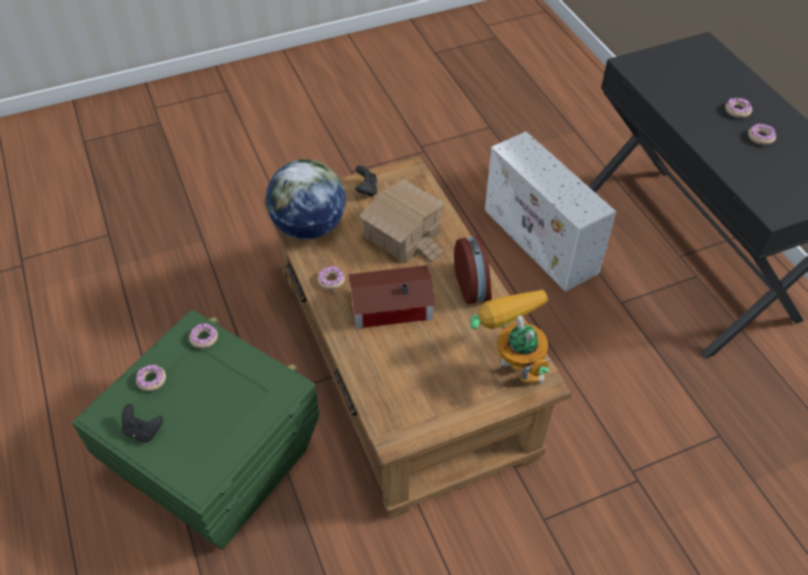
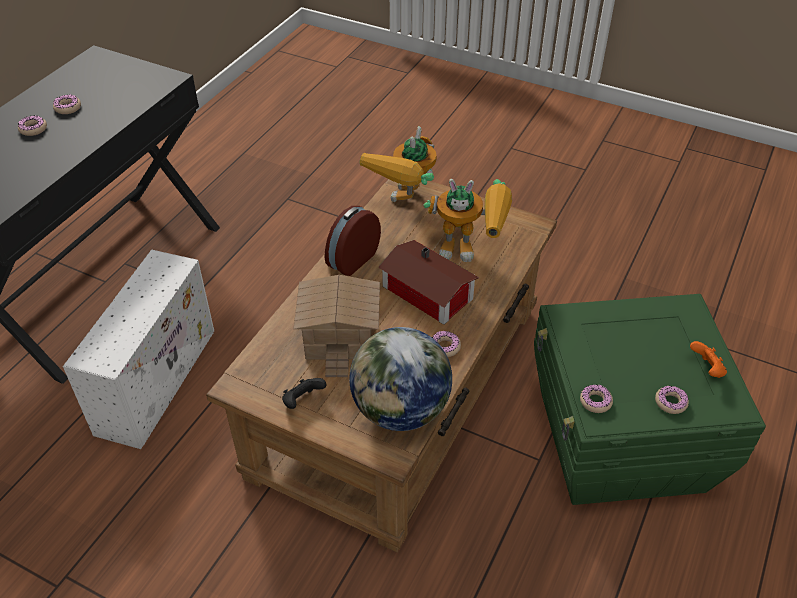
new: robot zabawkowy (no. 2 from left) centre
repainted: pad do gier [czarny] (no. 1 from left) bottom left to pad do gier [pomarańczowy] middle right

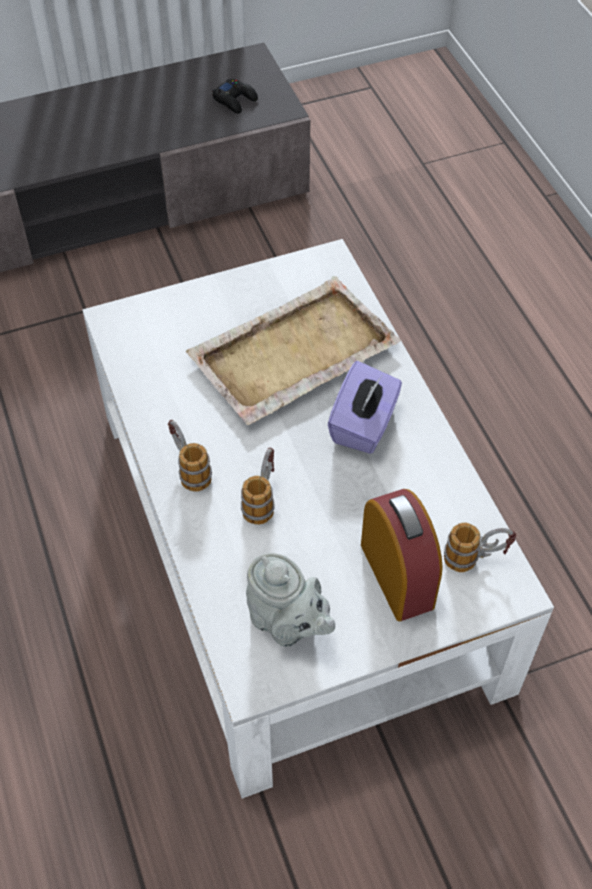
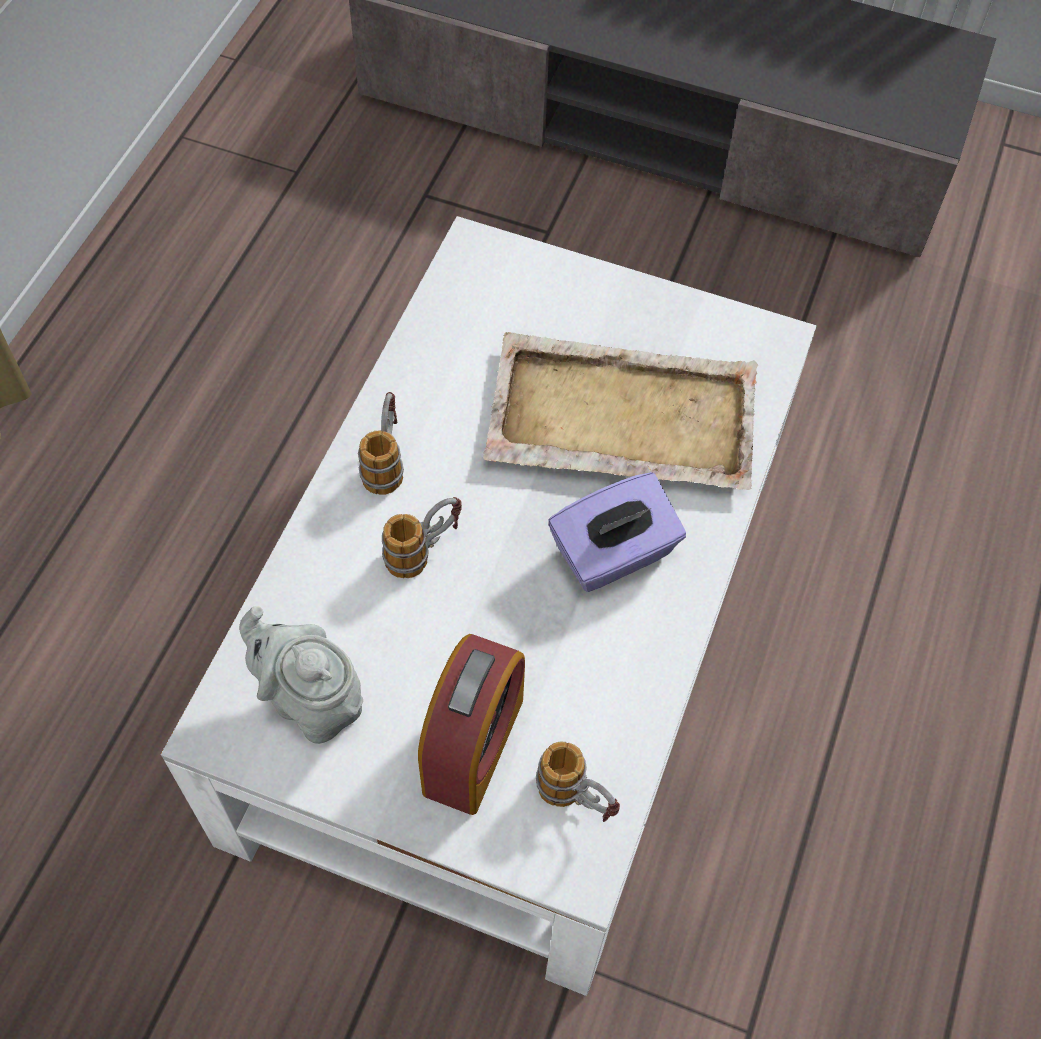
gone: pad do gier [czarny] top centre
rotated: imbryk [szary] bottom centre = middle left 135 degrees clockwise

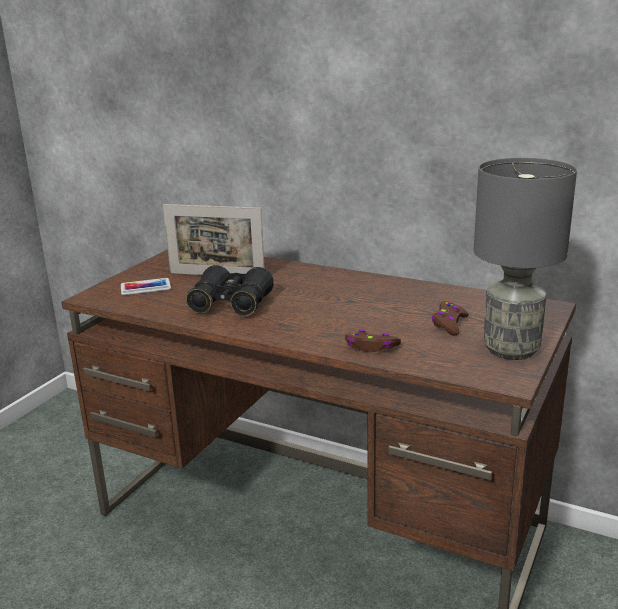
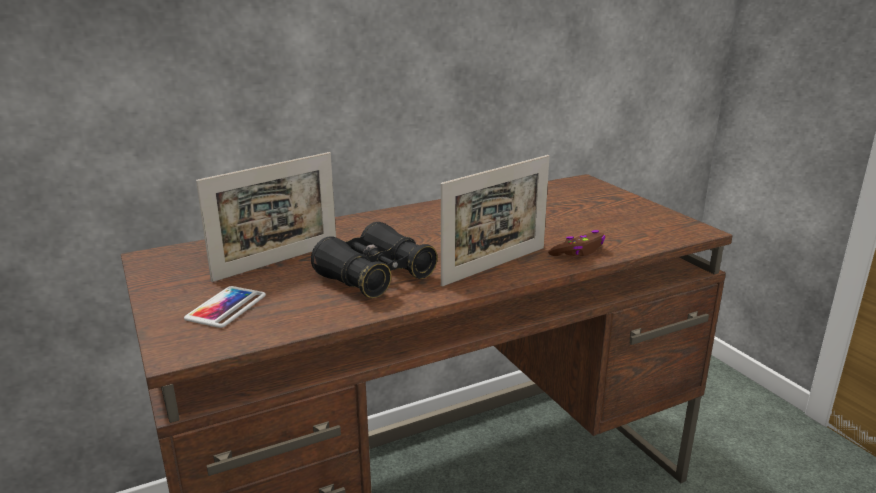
gone: pad do gier [brązowy] (no. 2 from left) middle right; lampa stołowa [szary] middle right
new: ramka na zdjęcie (no. 2 from left) centre

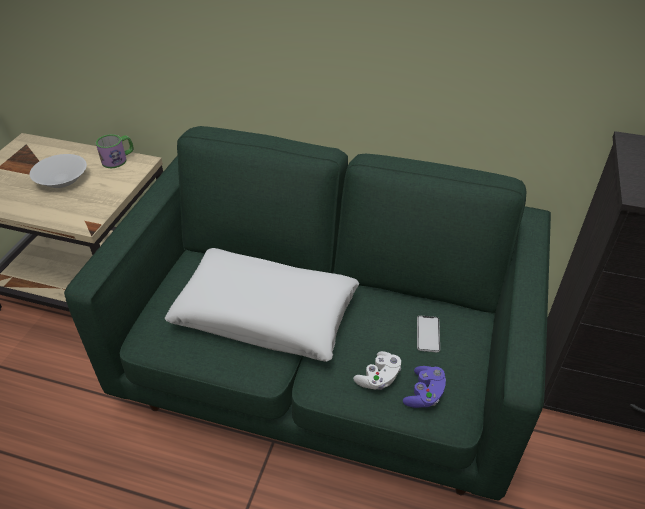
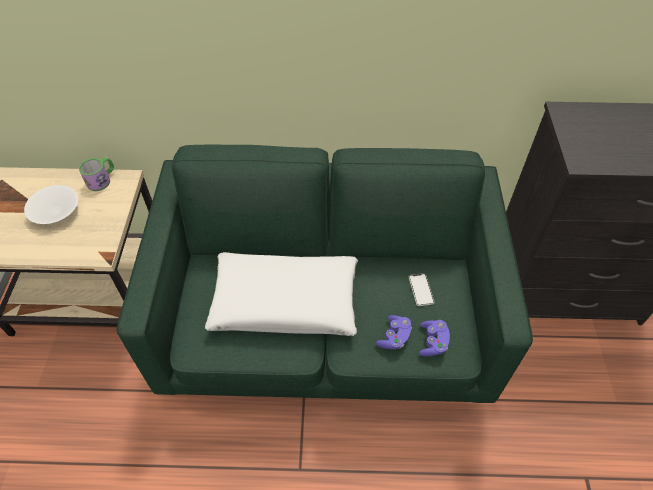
repainted: pad do gier [biały] bottom centre to pad do gier [fioletowy] (no. 1 from left) bottom centre

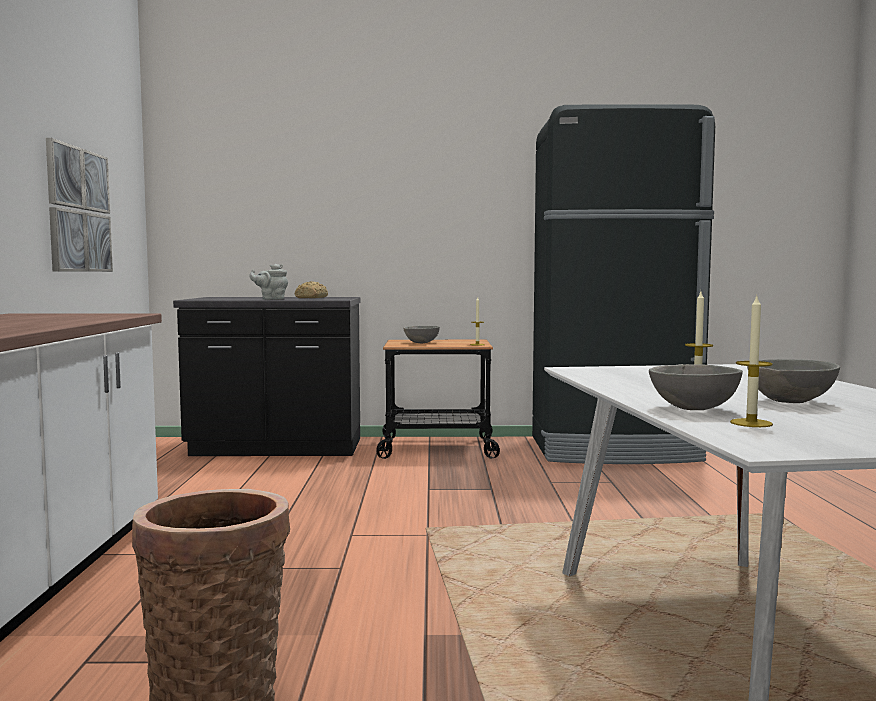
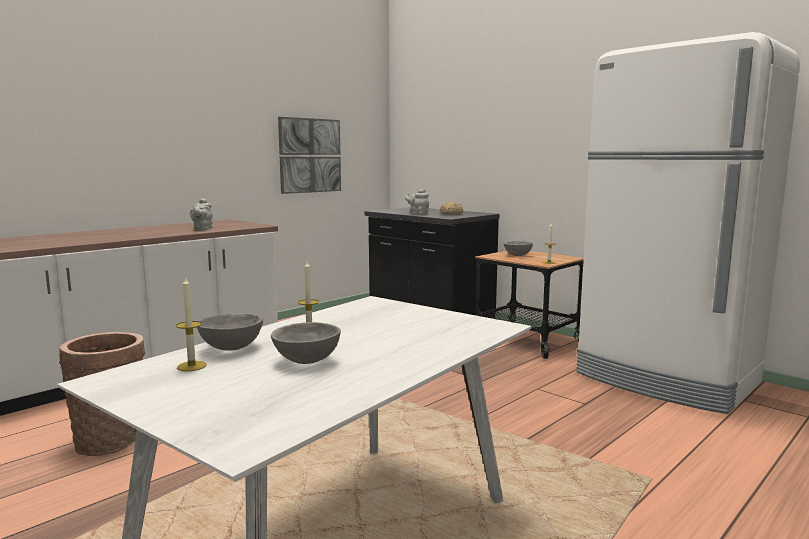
new: imbryk [szary] (no. 1 from left) middle left
repainted: lodówka [czarny] middle right to lodówka [biały] middle right

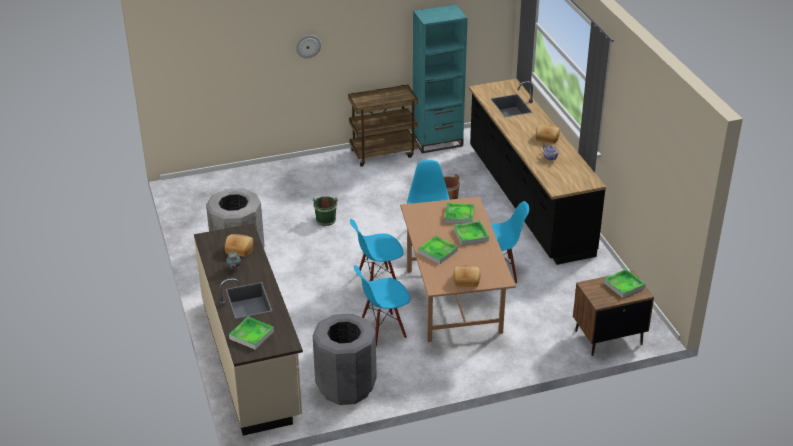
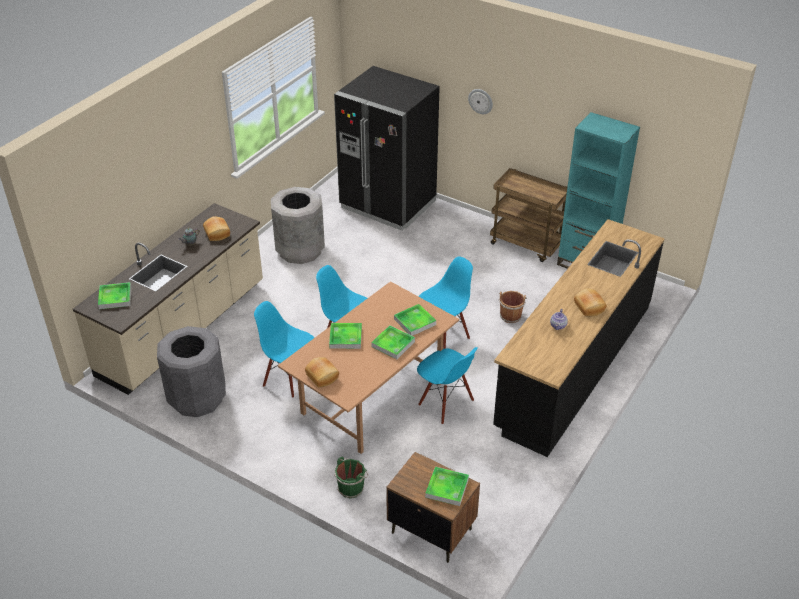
new: lodówka [czarny] top centre
shifted: wiadro [zielony] centre to bottom centre

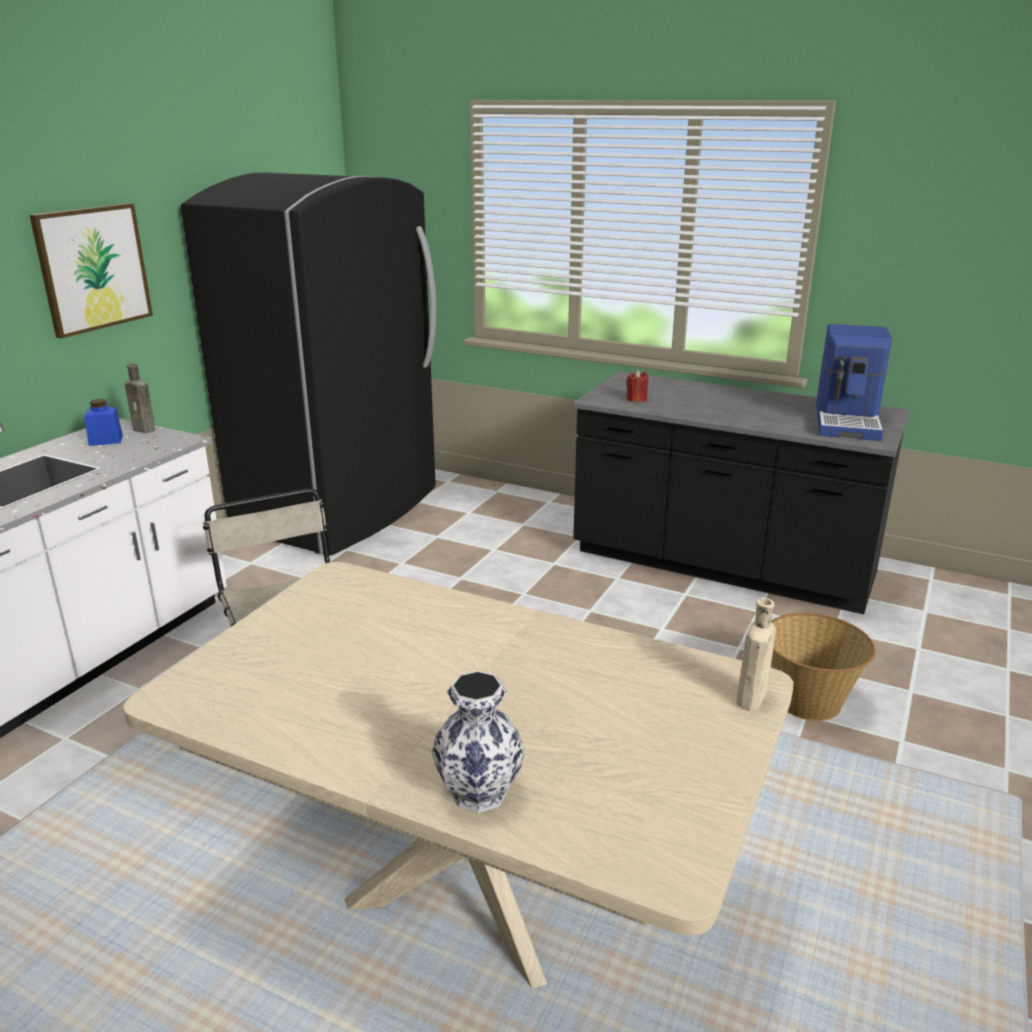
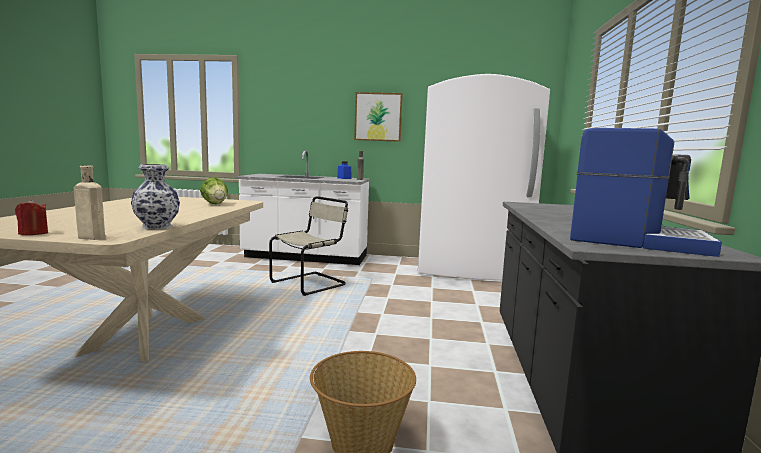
new: sałata middle left
shifted: wazon bottom centre to middle left; świeca [czerwony] centre to middle left
repainted: lodówka [czarny] middle left to lodówka [biały] centre
rotated: ekspres do kawy middle right = middle right 150 degrees counterclockwise

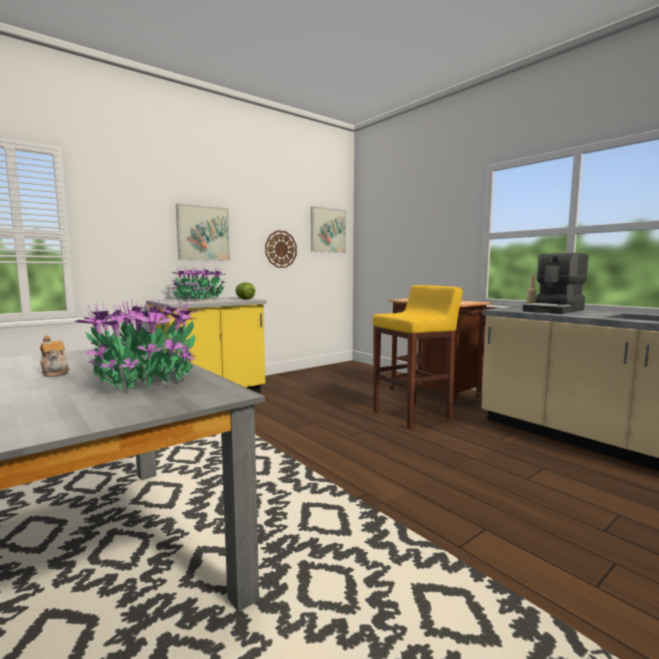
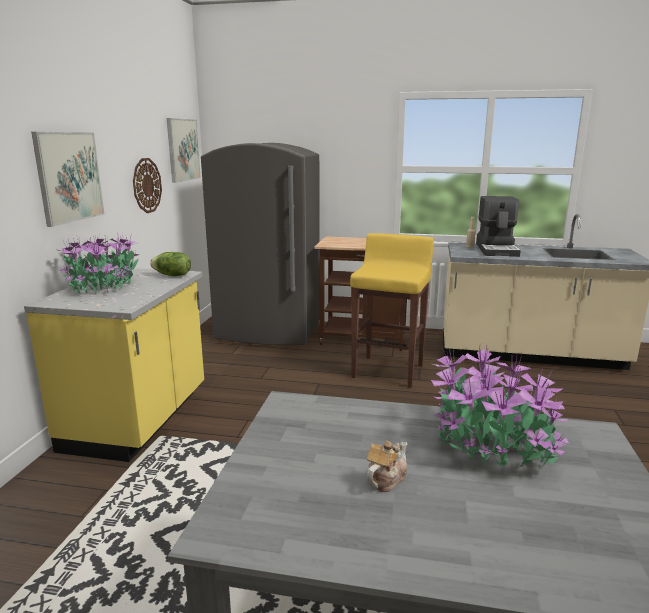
new: lodówka [szary] centre
rotated: imbryk middle left = bottom centre 60 degrees counterclockwise

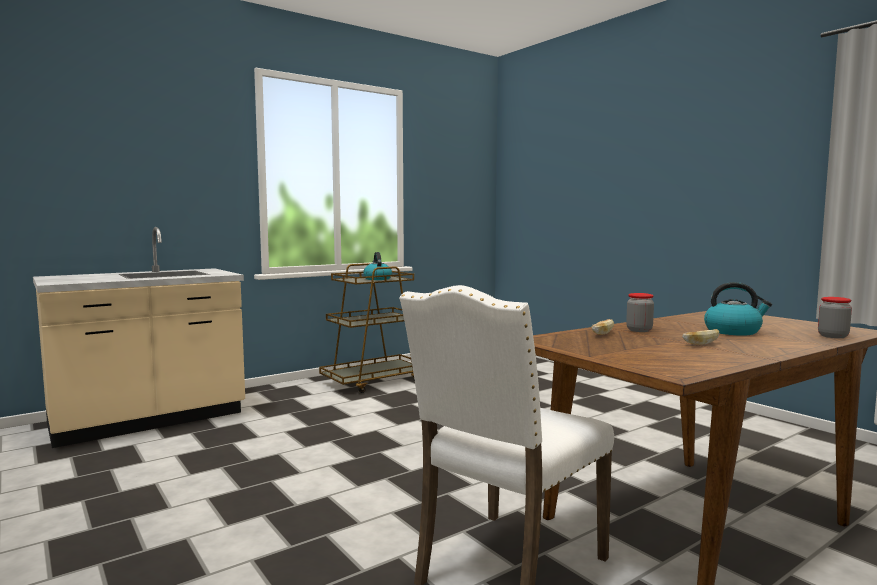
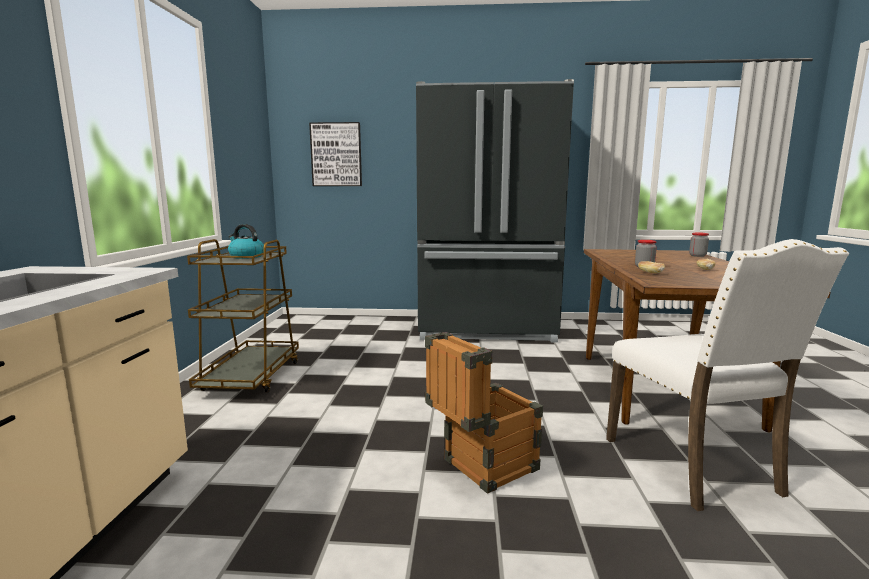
gone: czajnik (no. 2 from left) middle right
new: obraz top centre; lodówka [czarny] centre; skrzynka bottom centre

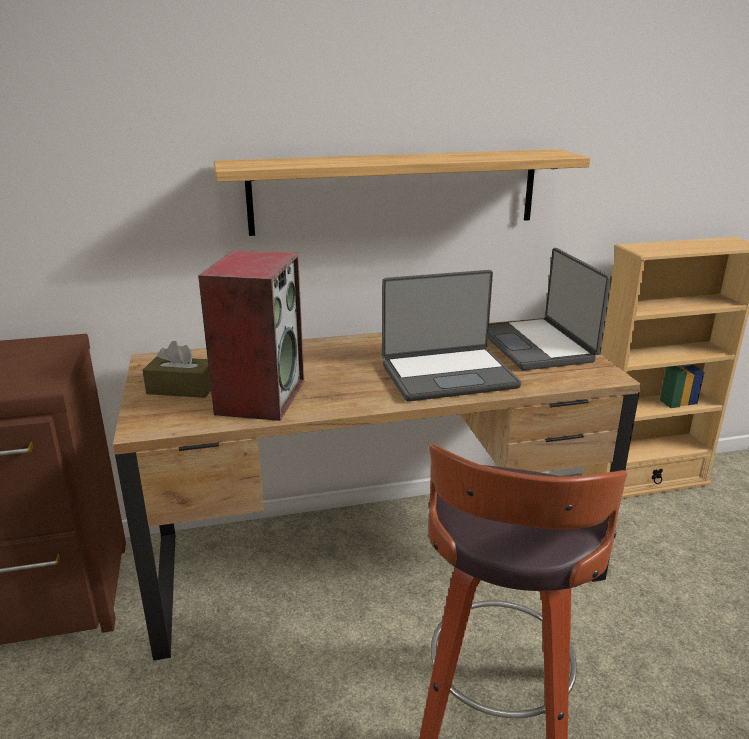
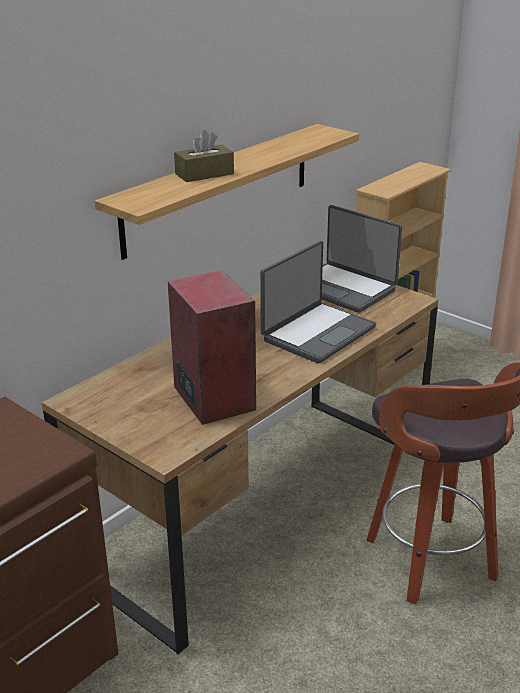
shifted: pudełko chusteczek [brązowy] middle left to top centre

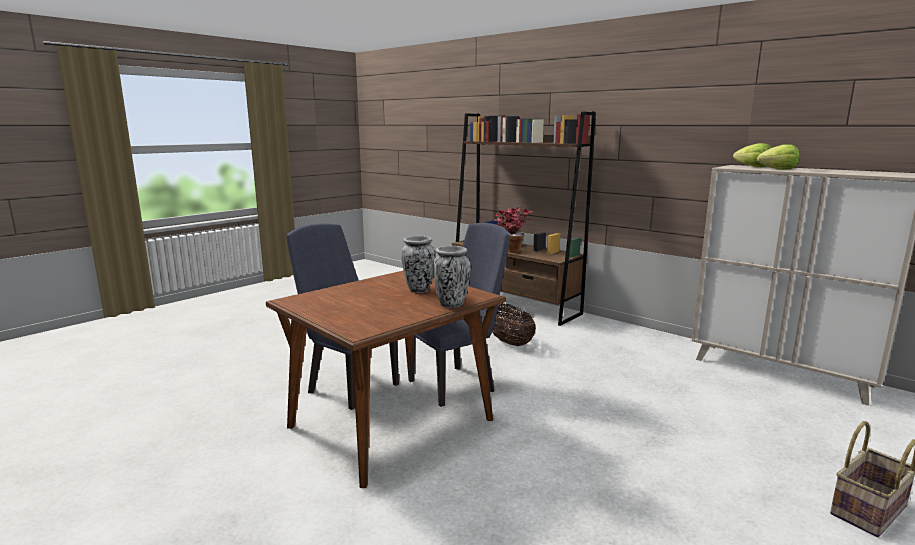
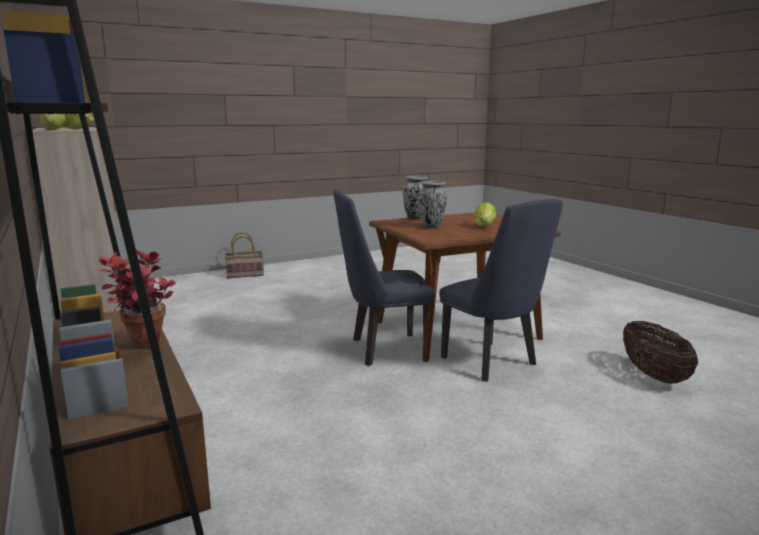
new: sałata (no. 3 from left) centre
shifted: koszyk (no. 1 from left in the first image) centre to koszyk (no. 2 from left) middle right

